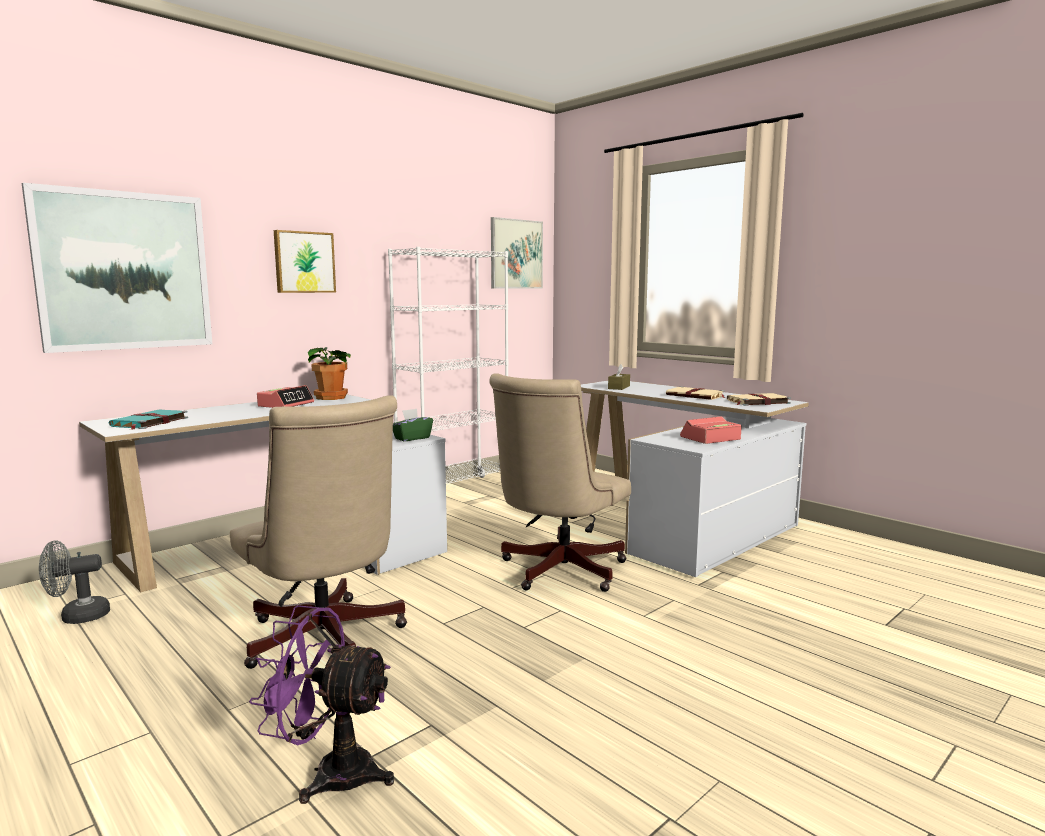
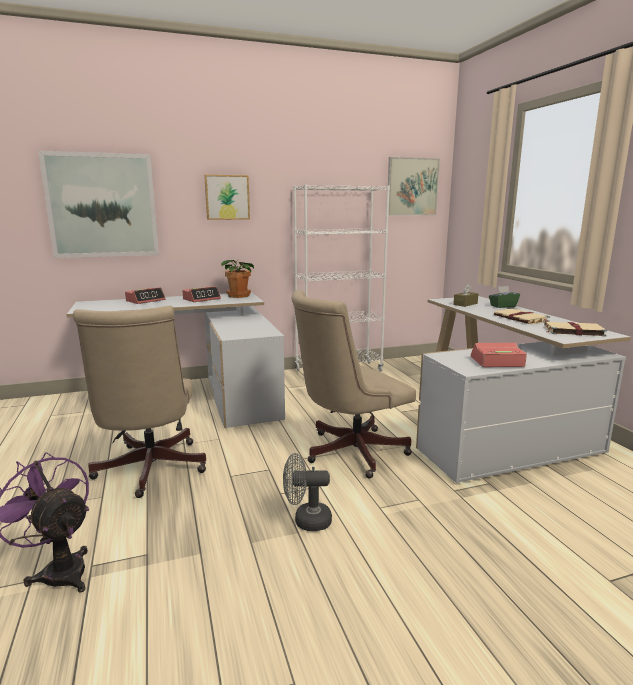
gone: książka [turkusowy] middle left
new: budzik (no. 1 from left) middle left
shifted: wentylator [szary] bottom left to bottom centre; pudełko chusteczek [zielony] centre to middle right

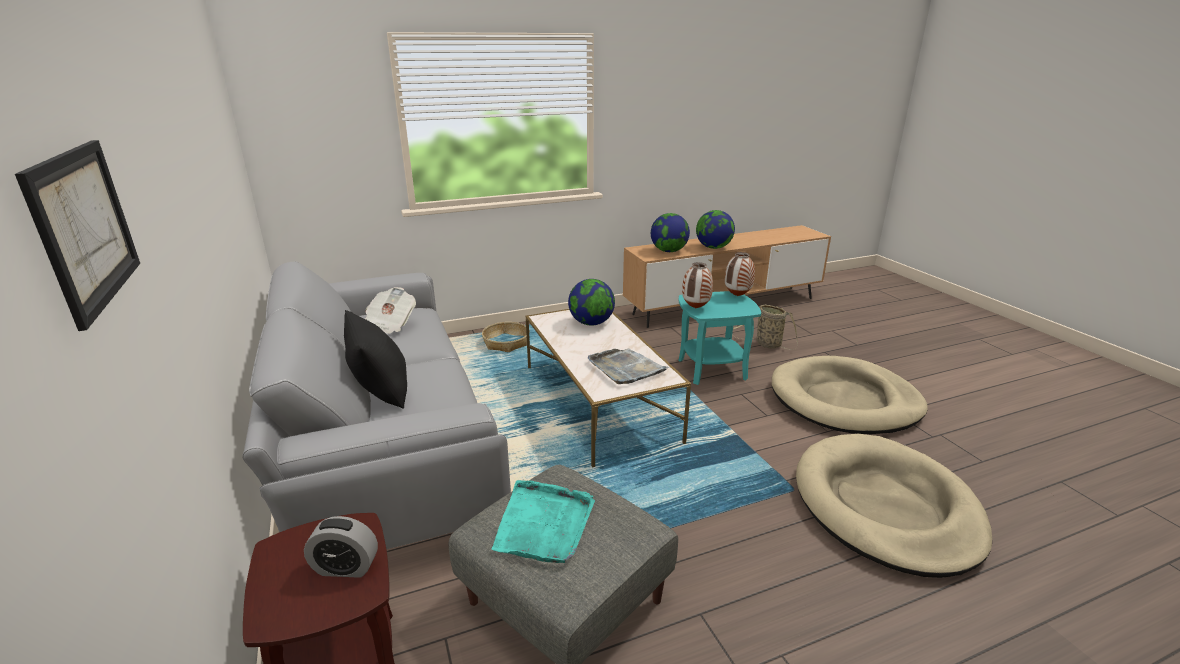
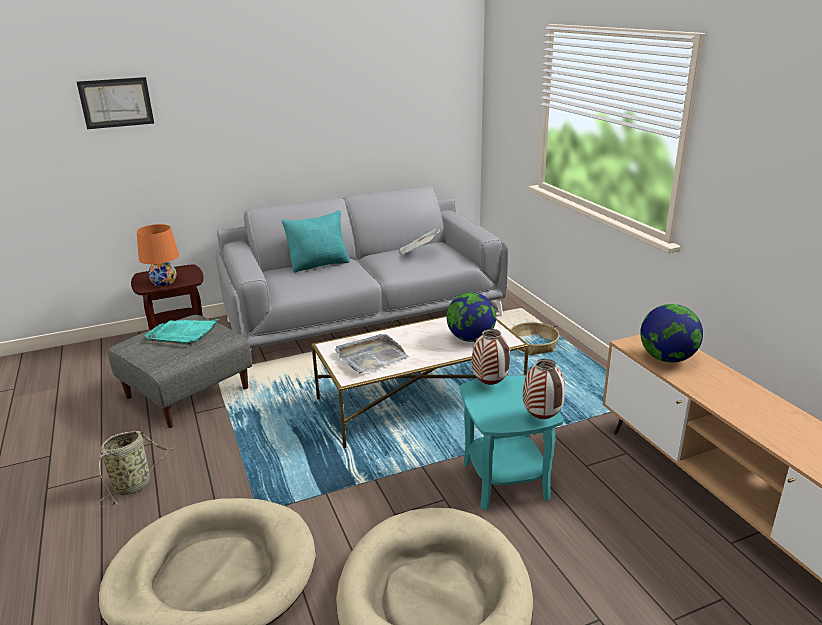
gone: globus (no. 3 from left) centre
shifted: koszyk (no. 2 from left in the first image) centre to koszyk (no. 1 from left) bottom left
swapped: budzik bottom left to lampa stołowa [pomarańczowy] middle left
repainted: poduszka [czarny] middle left to poduszka [turkusowy] centre

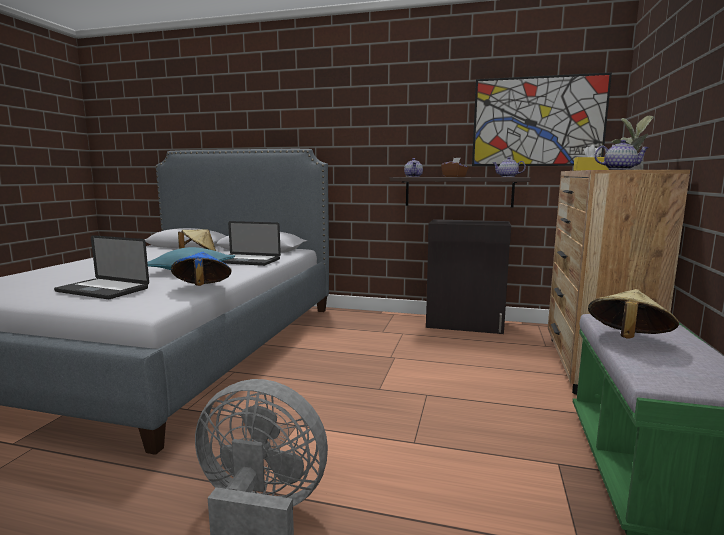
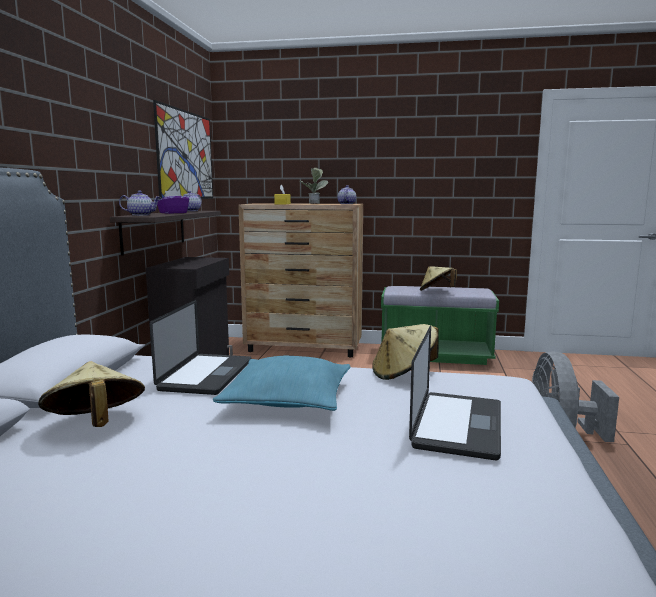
repainted: kapelusz [niebieski] middle left to kapelusz [beżowy] (no. 2 from left) centre; pudełko chusteczek [brązowy] top centre to pudełko chusteczek [fioletowy] middle left

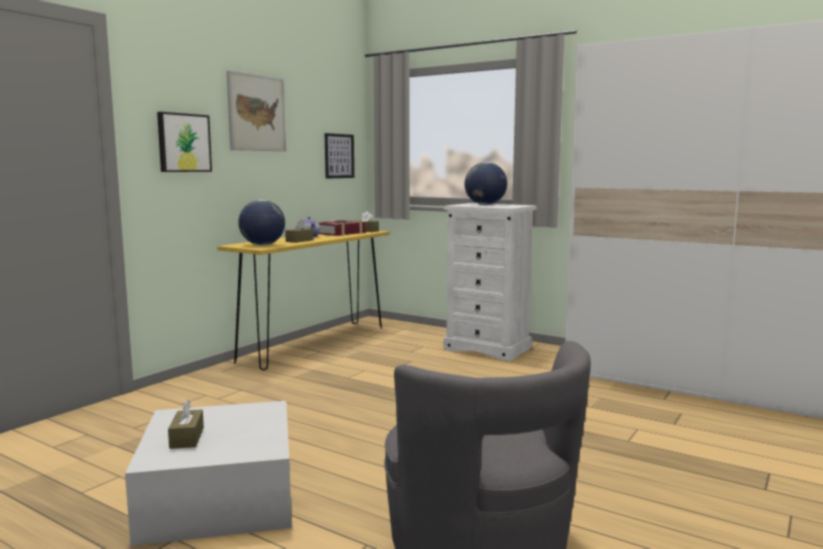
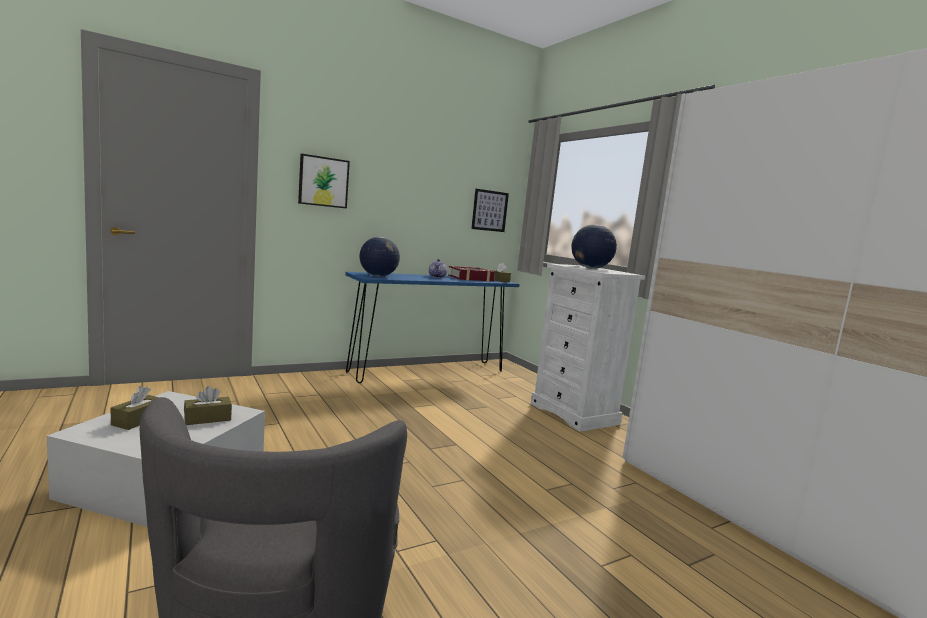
gone: obraz (no. 2 from left) top left
shifted: pudełko chusteczek [brązowy] (no. 2 from left) centre to middle left
repainted: stolik konsolowy [żółty] centre to stolik konsolowy [niebieski] centre

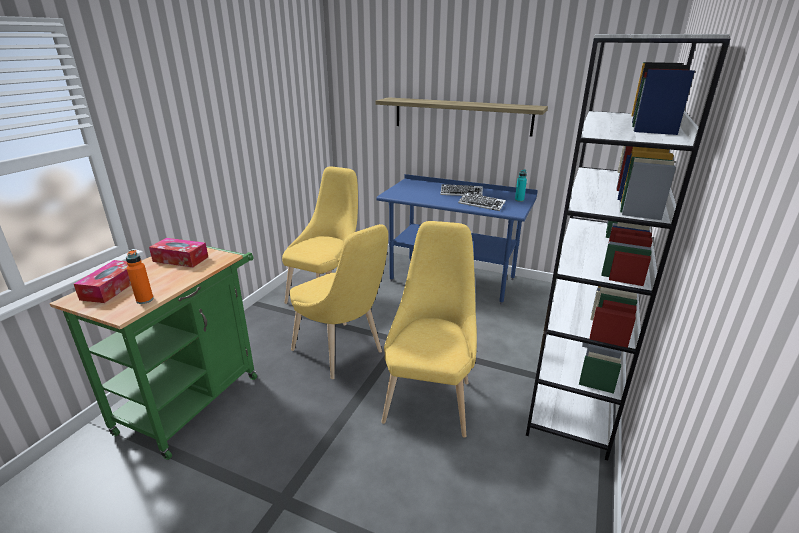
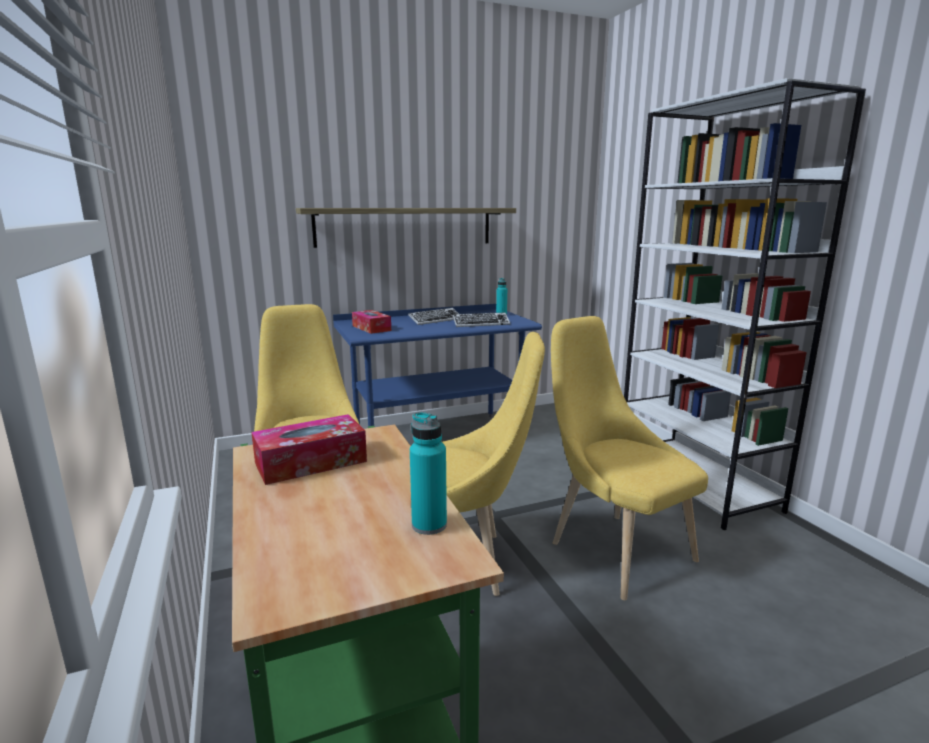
shifted: pudełko chusteczek (no. 1 from left in the first image) middle left to pudełko chusteczek (no. 2 from left) centre
repainted: butelka [pomarańczowy] middle left to butelka [turkusowy] (no. 1 from left) centre

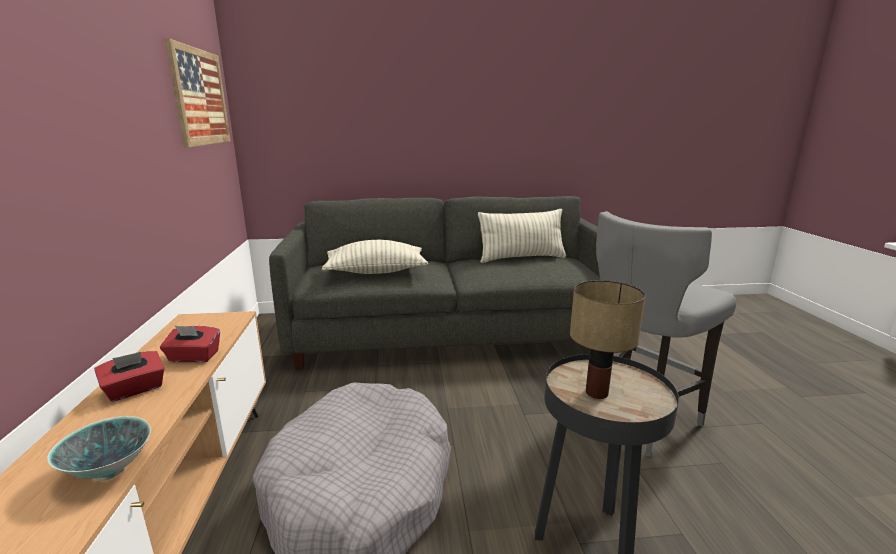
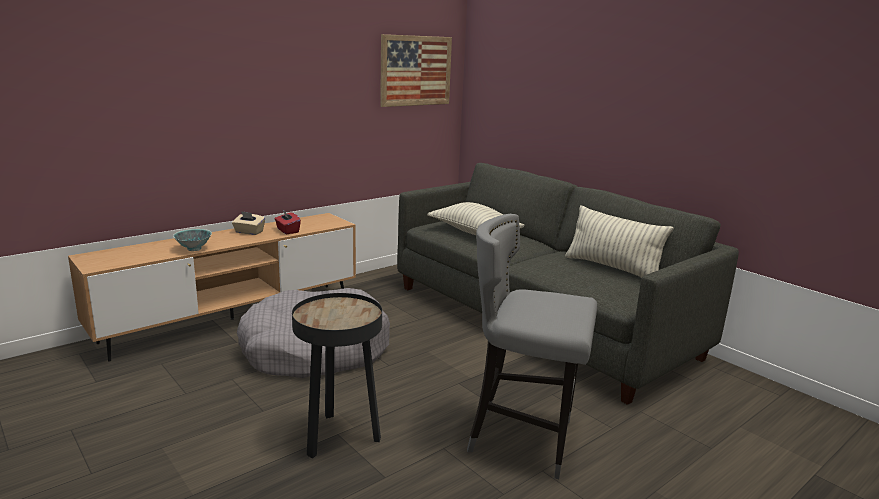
gone: lampa stołowa middle right
repainted: pudełko chusteczek [czerwony] (no. 1 from left) bottom left to pudełko chusteczek [beżowy] middle left

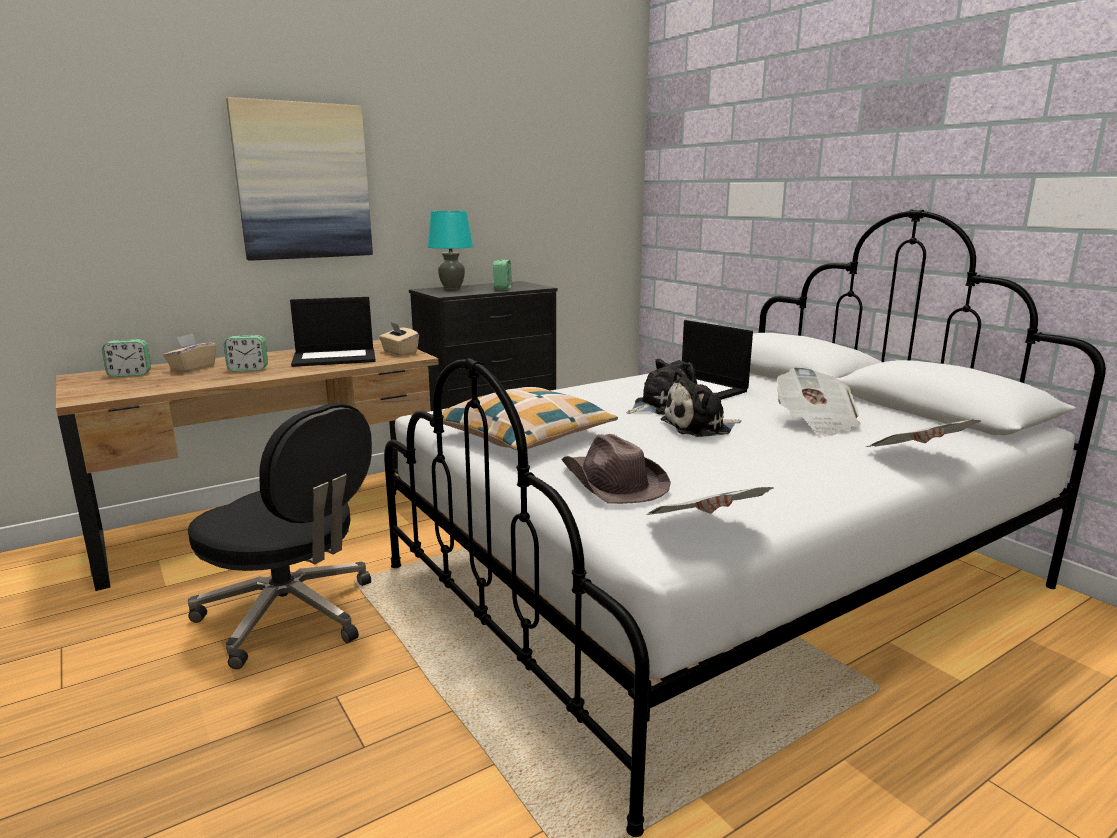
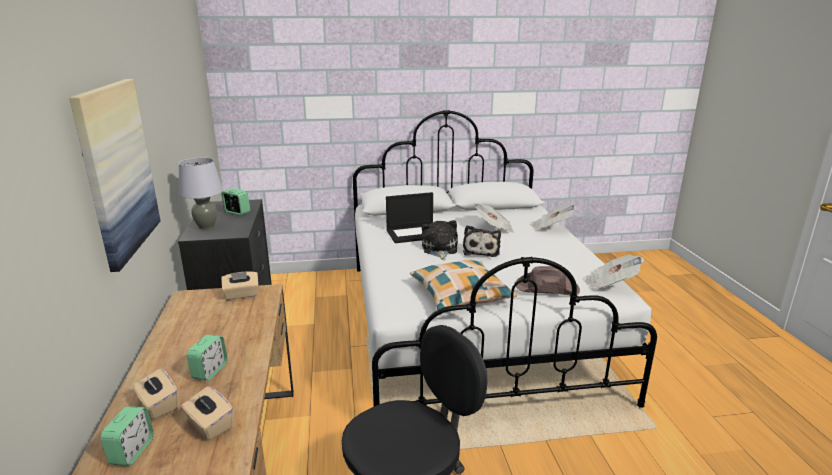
gone: laptop (no. 1 from left) middle left
new: pudełko chusteczek [beżowy] (no. 2 from left) bottom left
repainted: lampa stołowa [turkusowy] top centre to lampa stołowa [szary] middle left

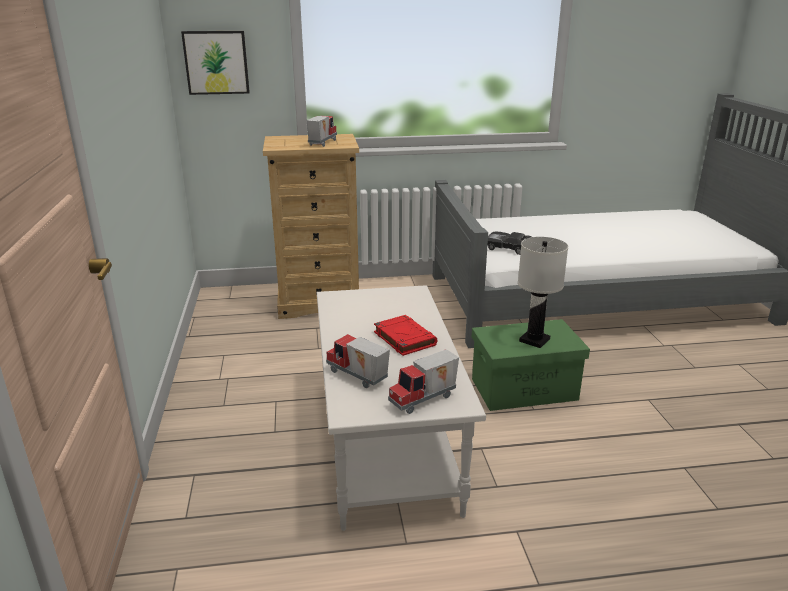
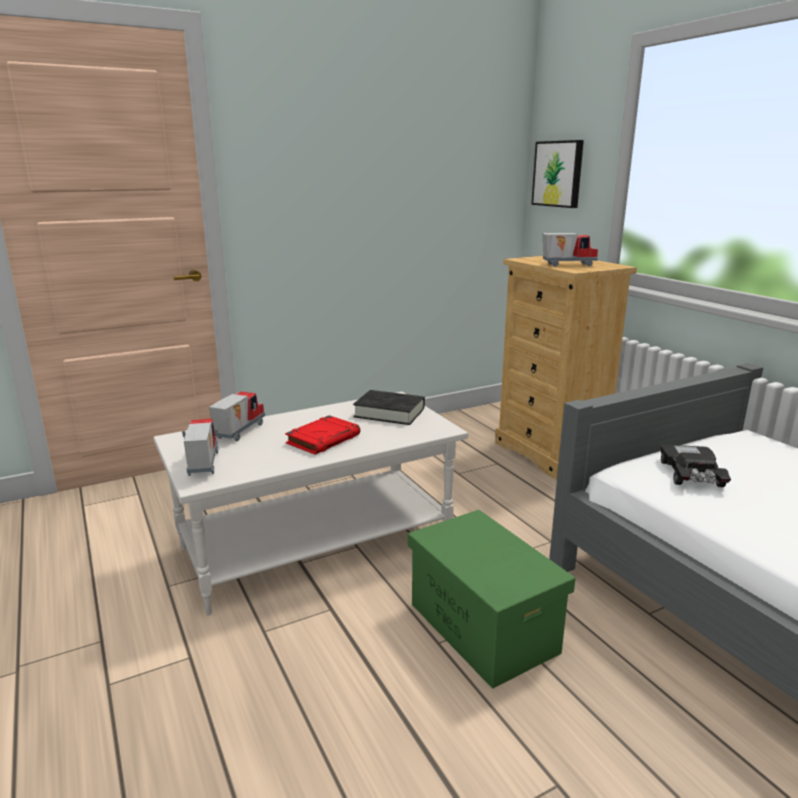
gone: lampa stołowa [biały] middle right
new: książka [czarny] centre
rotated: ciężarówka zabawkowa (no. 3 from left in the first image) centre = middle left 45 degrees clockwise

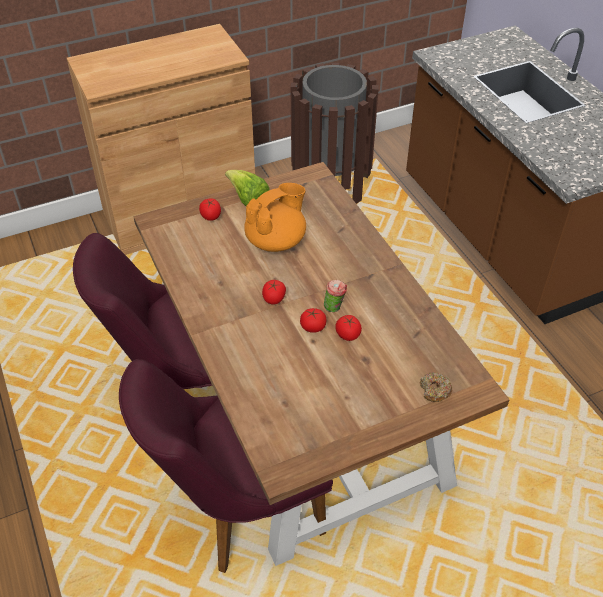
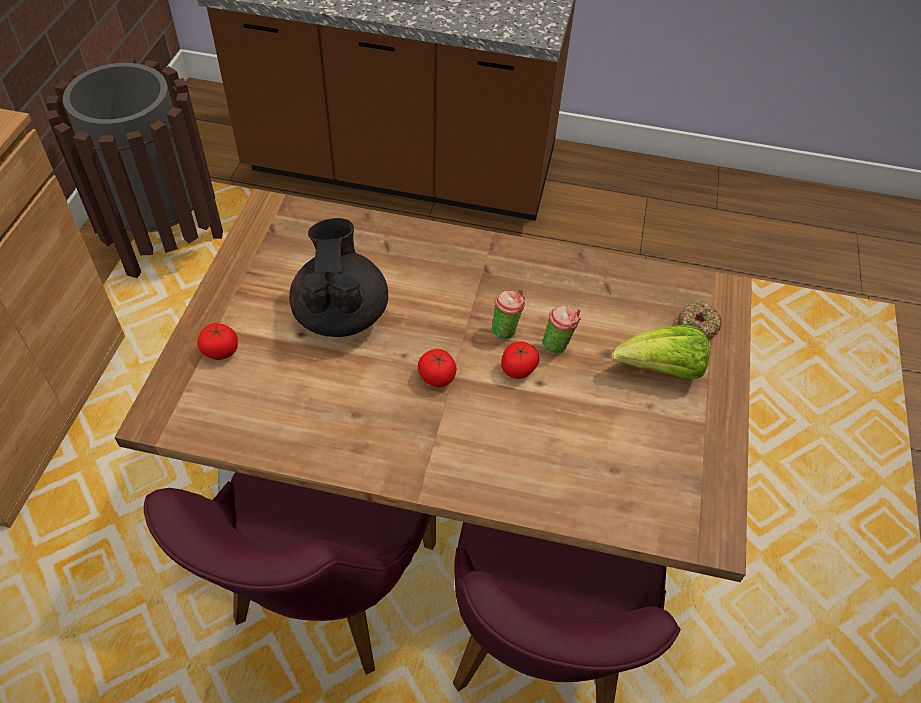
shifted: sałata top centre to middle right
swapped: pomidor (no. 4 from left) centre to filiżanka (no. 2 from left) centre
repainted: imbryk [pomarańczowy] centre to imbryk [czarny] centre

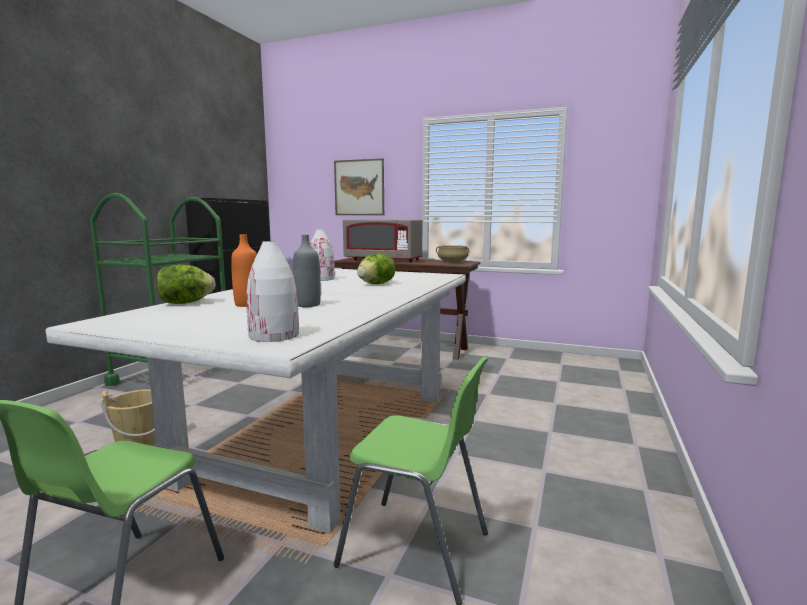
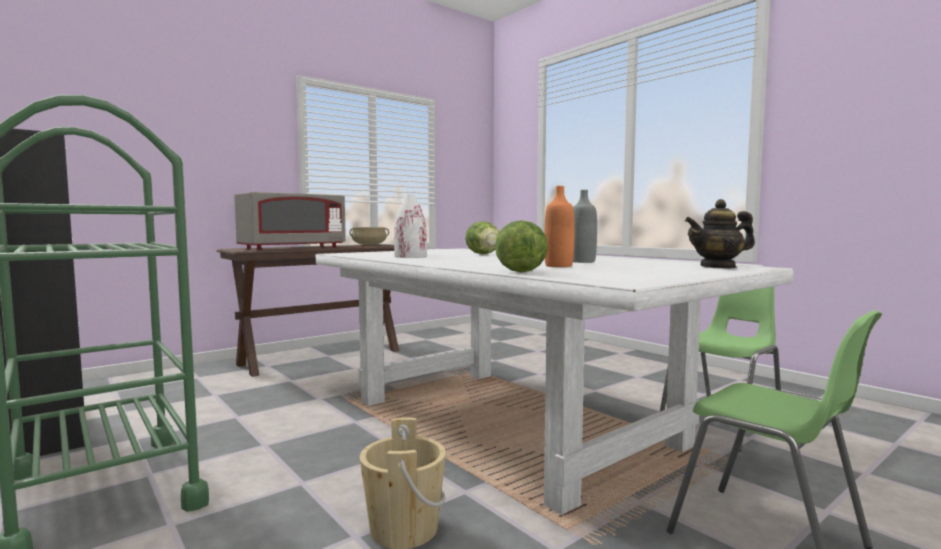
gone: obraz top centre
swapped: wazon [biały] (no. 1 from left) centre to imbryk middle right

